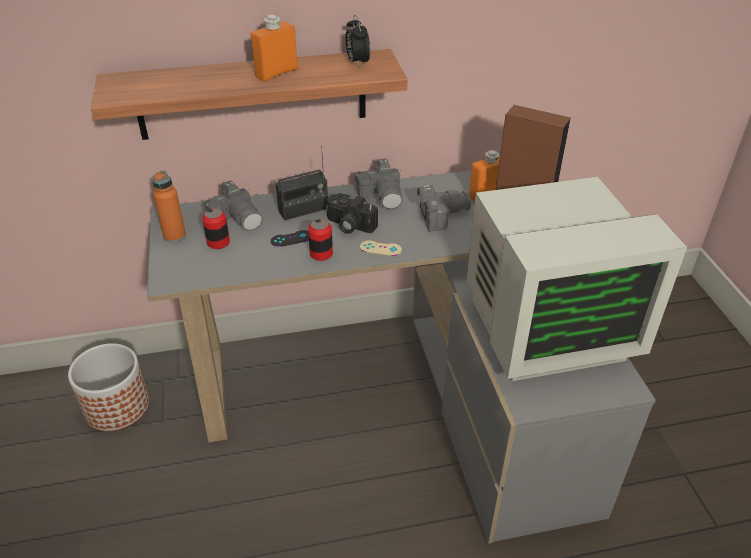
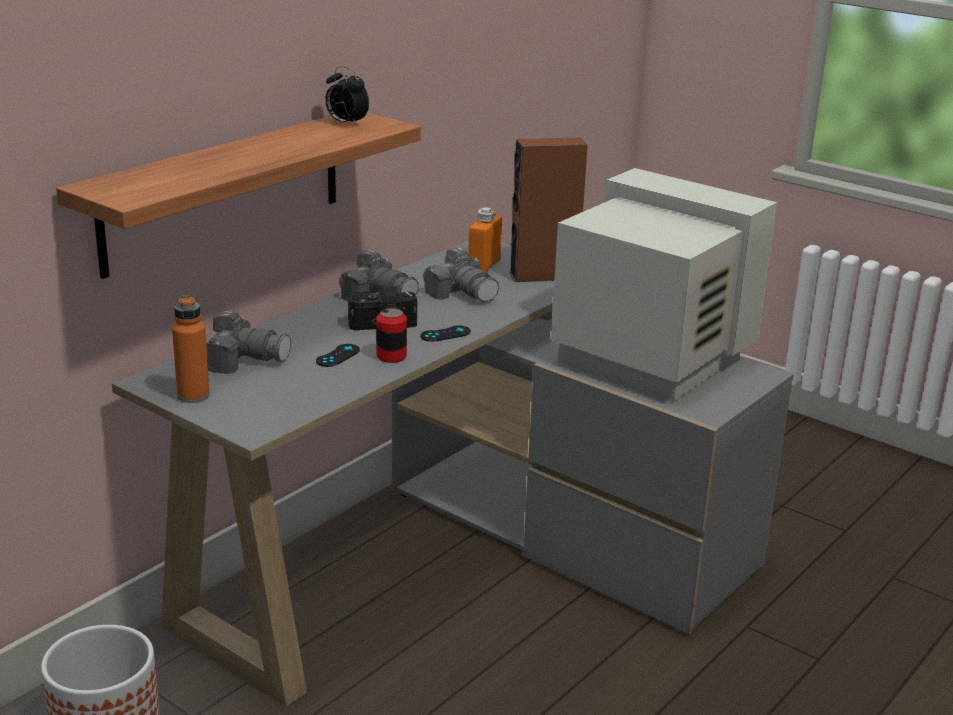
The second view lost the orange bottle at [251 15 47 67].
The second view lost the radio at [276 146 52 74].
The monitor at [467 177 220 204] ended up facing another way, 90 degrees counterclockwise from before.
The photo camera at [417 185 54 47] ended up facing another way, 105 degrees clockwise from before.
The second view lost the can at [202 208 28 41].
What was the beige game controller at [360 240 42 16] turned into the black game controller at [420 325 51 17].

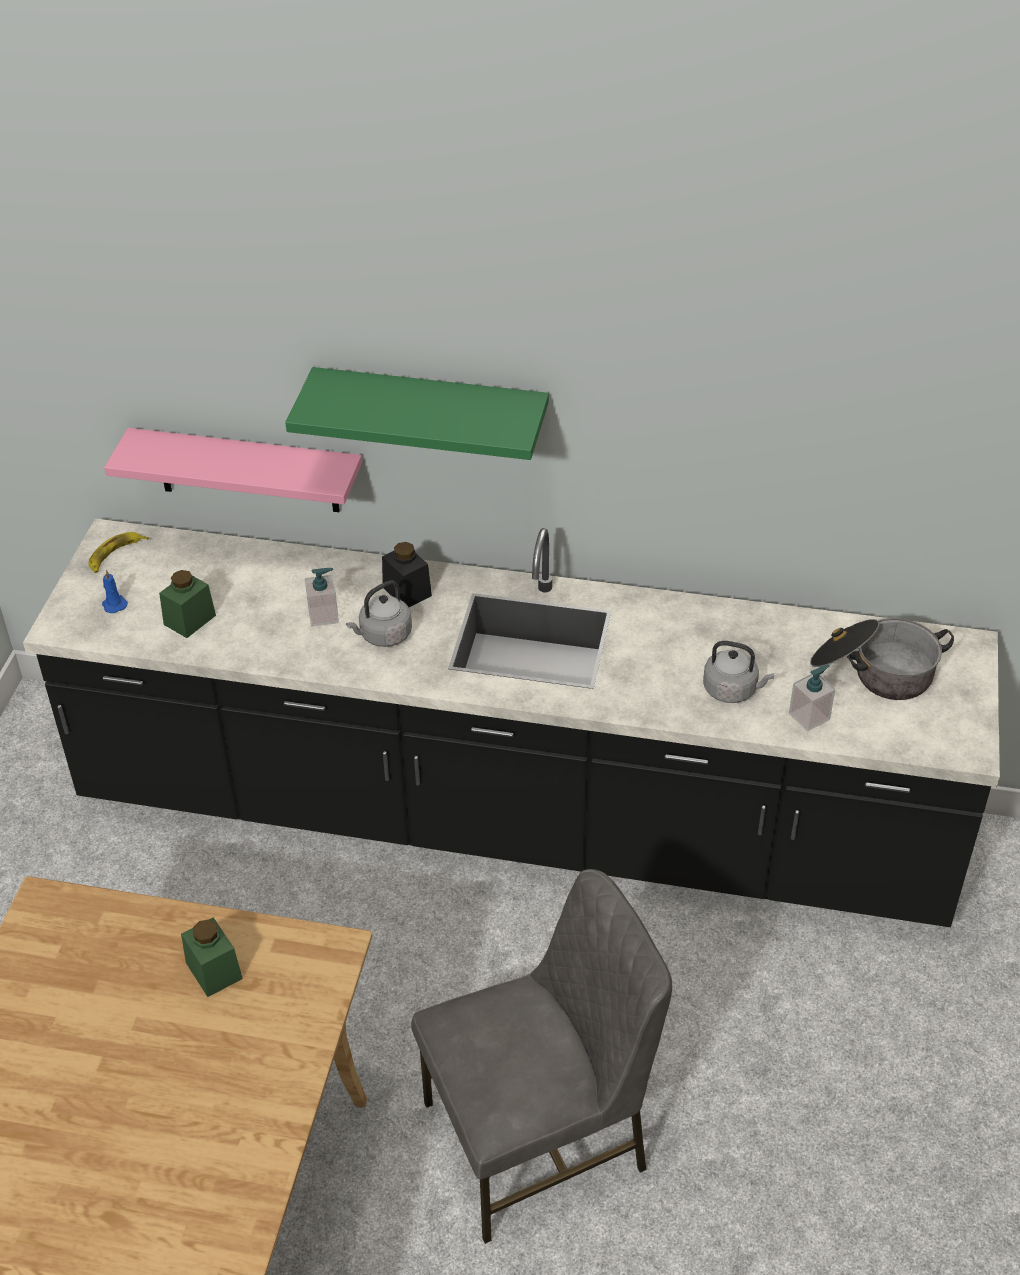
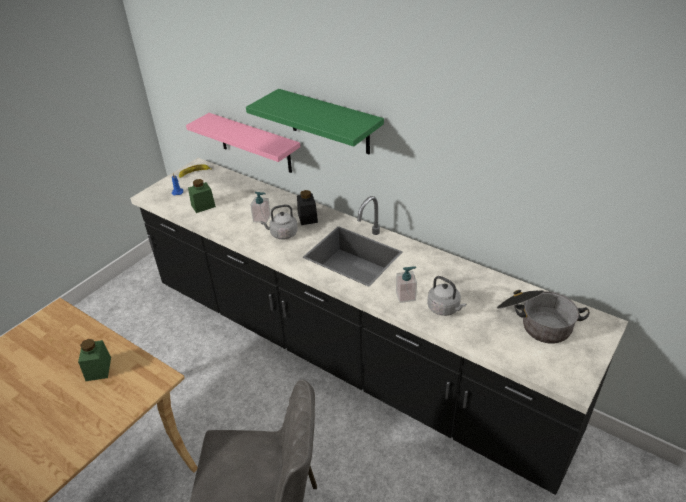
The soap dispenser ended up elsewhere, having gone from [789 664 46 67] to [396 267 21 36].

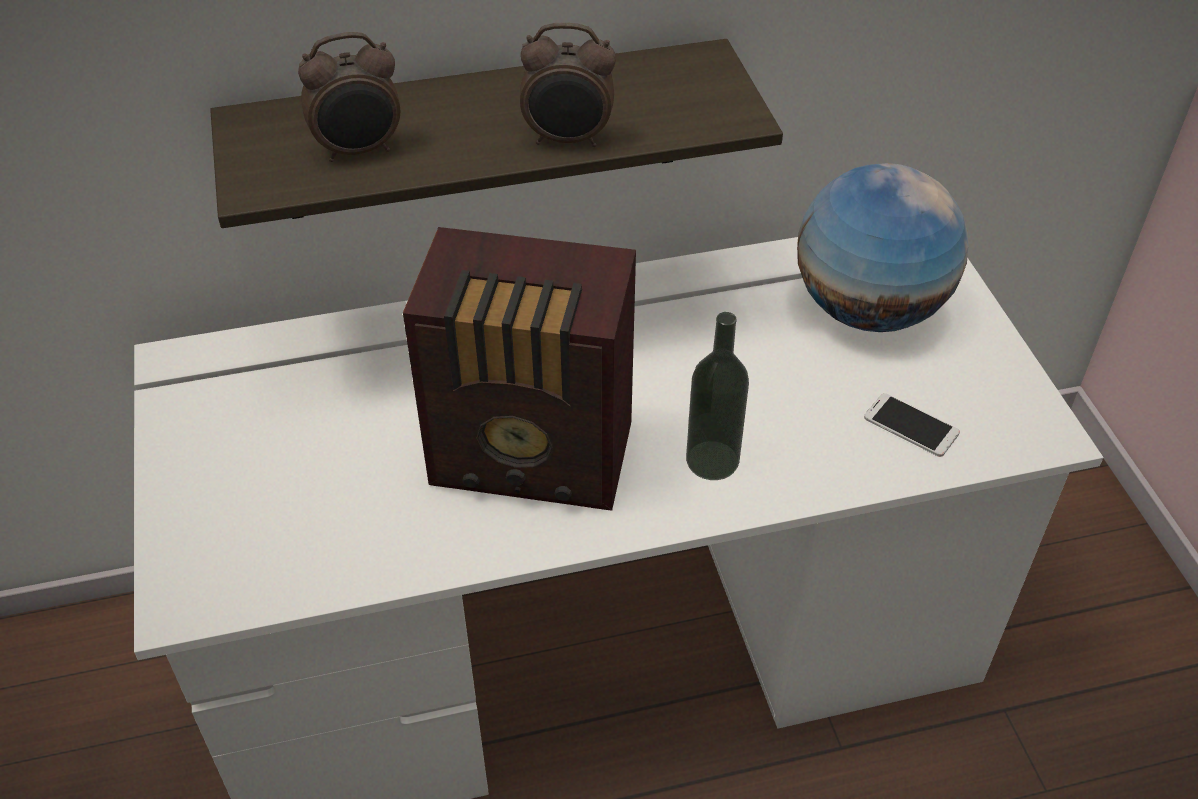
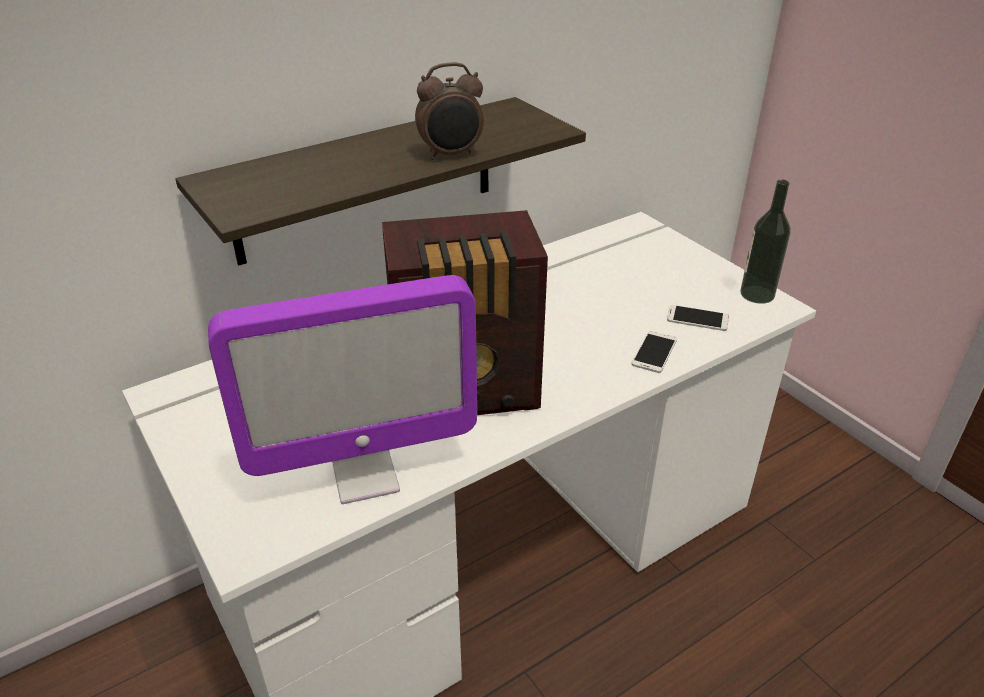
The second view lost the alarm clock at [298 32 102 130].
The second view lost the globe at [797 163 171 169].
The bottle ended up elsewhere, having gone from [686 312 63 168] to [741 180 49 124].
The second view gained the monitor at [208 275 269 229].
The second view gained the phone at [632 331 45 42].

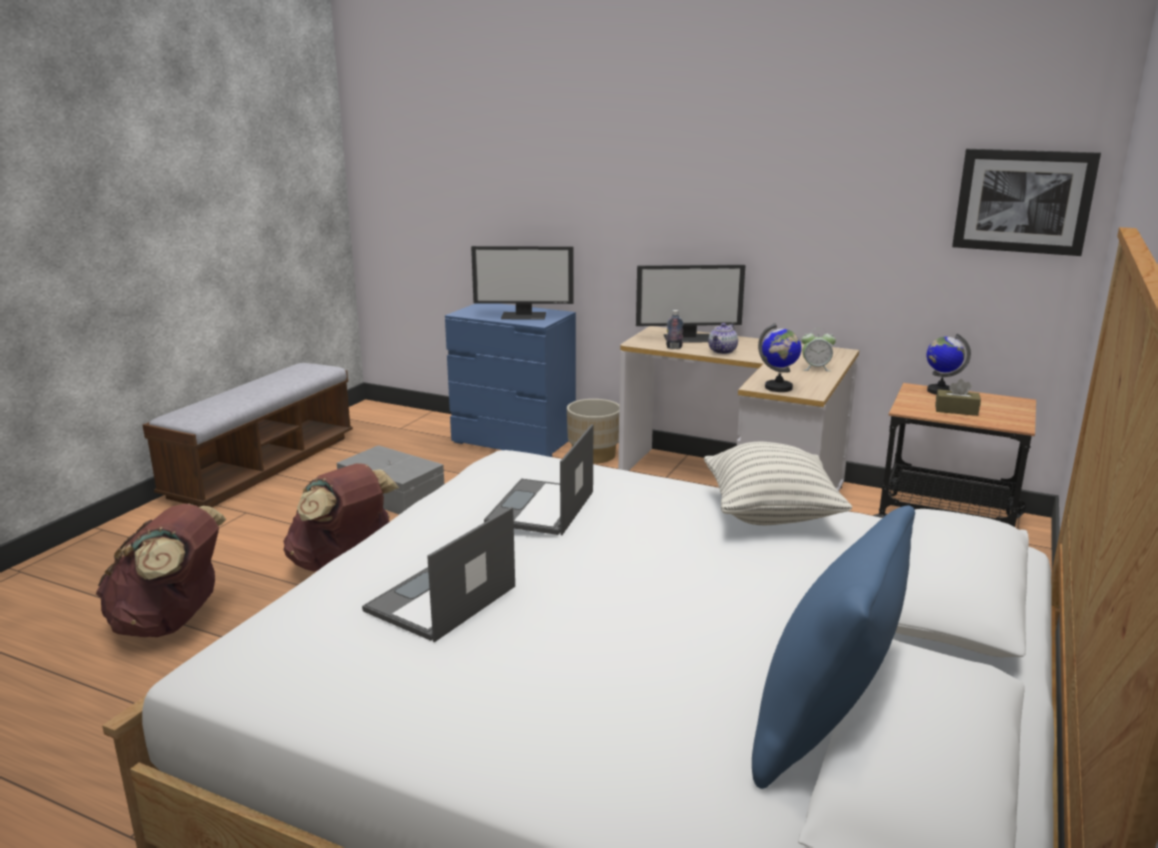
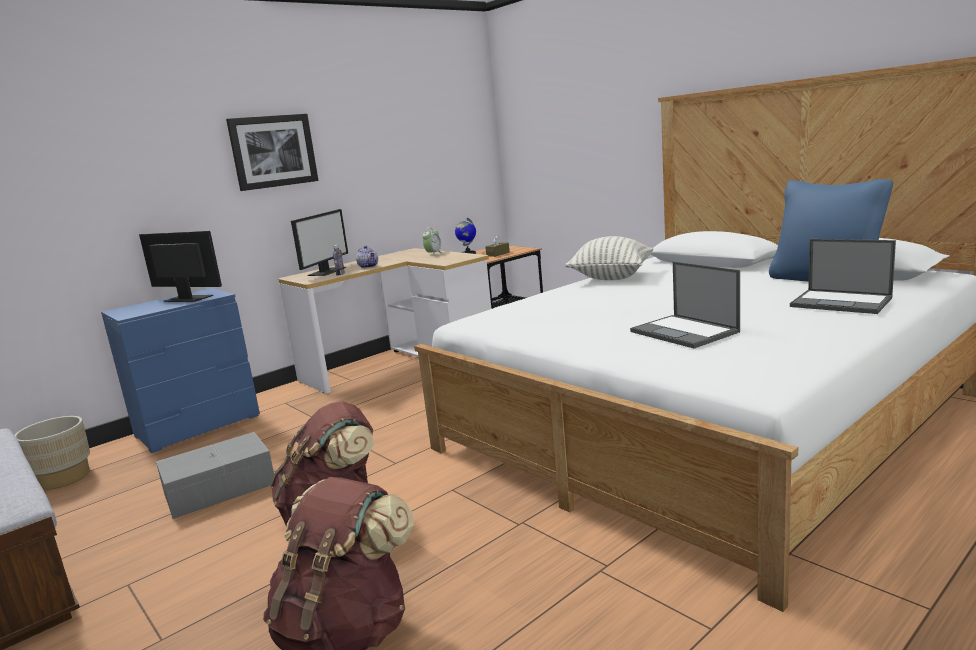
The picture ended up elsewhere, having gone from [952 149 149 107] to [226 114 92 77].
The monitor at [471 246 103 74] ended up facing another way, 90 degrees counterclockwise from before.
The second view lost the globe at [758 323 44 69].
The beige planter ended up elsewhere, having gone from [567 399 52 65] to [14 416 76 74].
The laptop ended up elsewhere, having gone from [484 424 109 111] to [790 239 106 75].

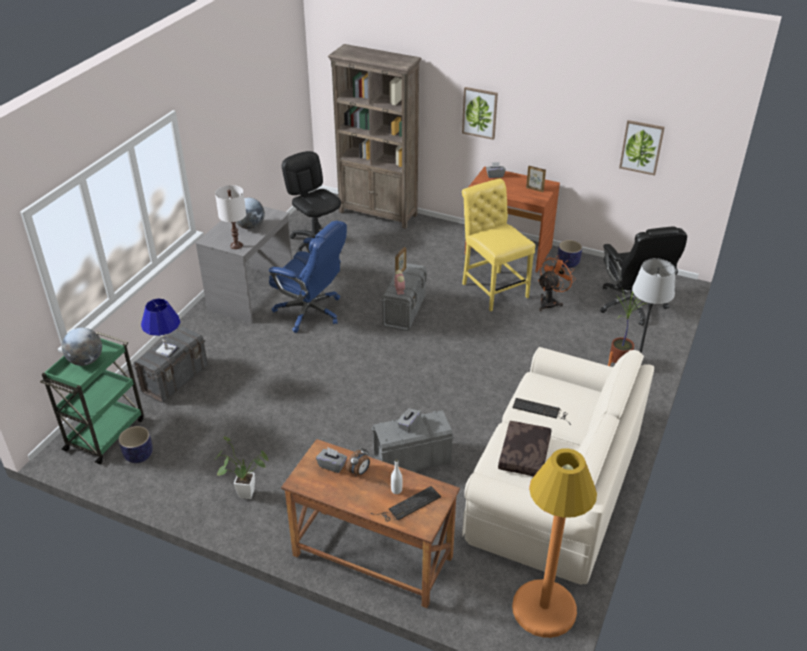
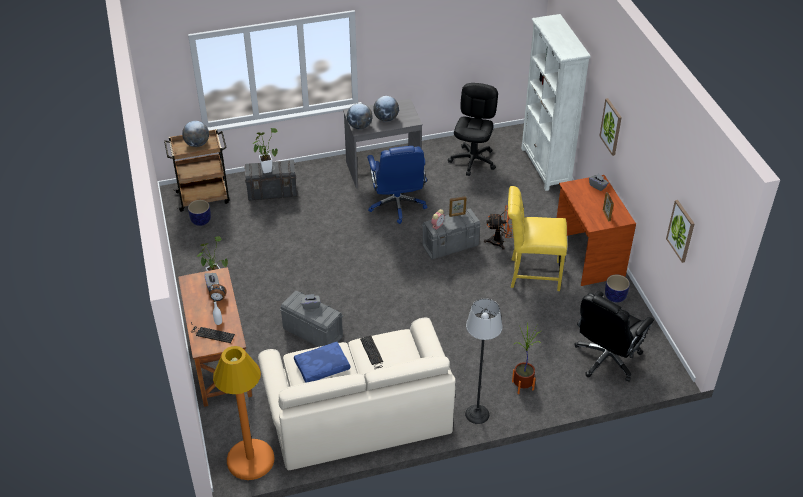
What was the brown bookcase at [328 44 94 185] turned into the white bookcase at [521 14 70 177].
The yellow chair at [462 178 73 133] ended up facing another way, 105 degrees counterclockwise from before.
Where the white table lamp stood at [215 185 31 64], the globe came to stand at [347 103 26 26].
The orange fan ended up elsewhere, having gone from [538 255 38 56] to [484 205 30 45].
Where the blue table lamp stood at [141 298 39 59], the potted plant came to stand at [252 128 26 45].
What was the green cart at [40 332 104 132] turned into the brown cart at [164 129 66 83].
What was the brown pillow at [498 421 54 55] turned into the blue pillow at [294 342 56 41].

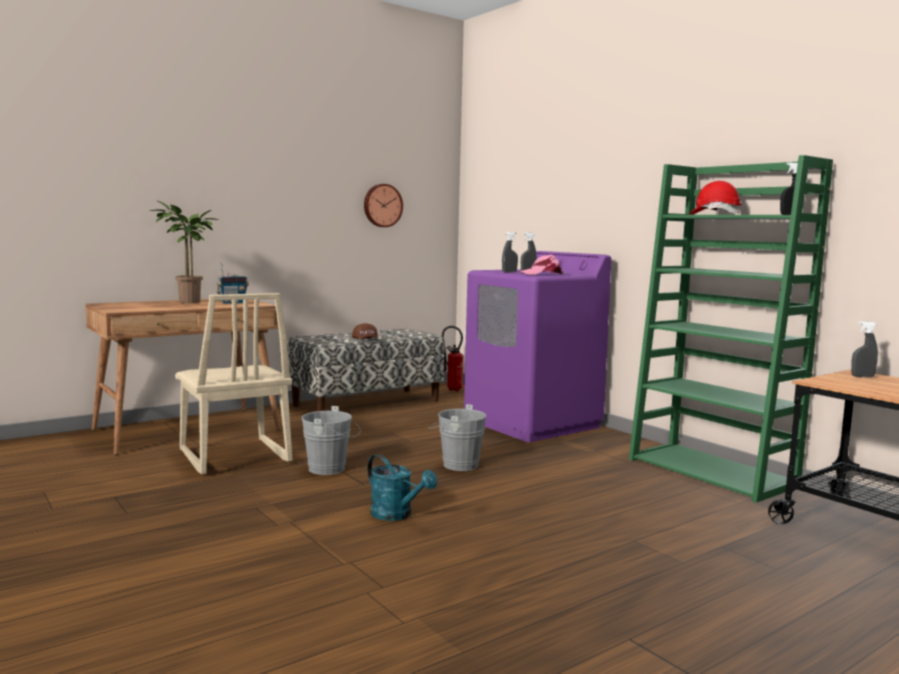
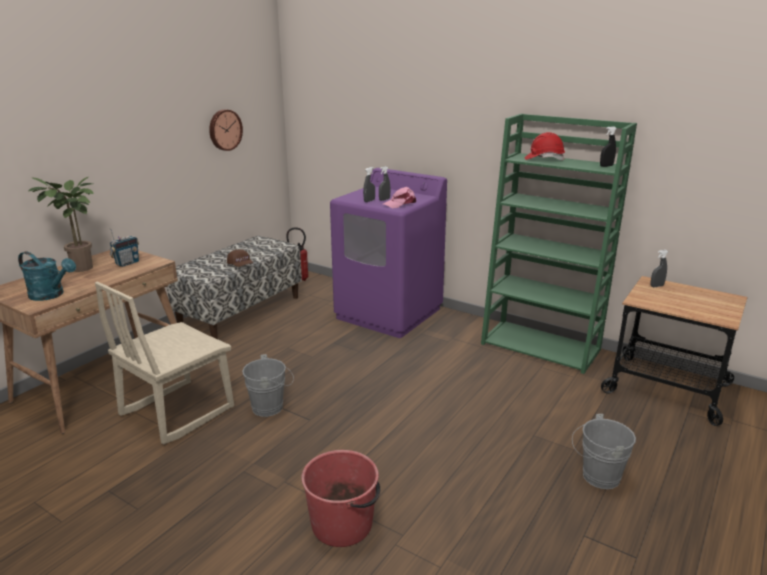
The beige chair at [175 293 117 182] ended up facing another way, 90 degrees clockwise from before.
The grey bucket ended up elsewhere, having gone from [429 404 58 67] to [572 414 64 75].
The turquoise watering can ended up elsewhere, having gone from [367 454 70 67] to [18 251 58 50].
The second view gained the red bucket at [301 450 79 97].

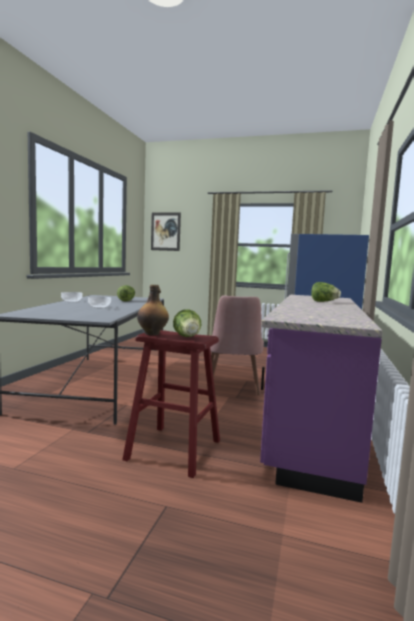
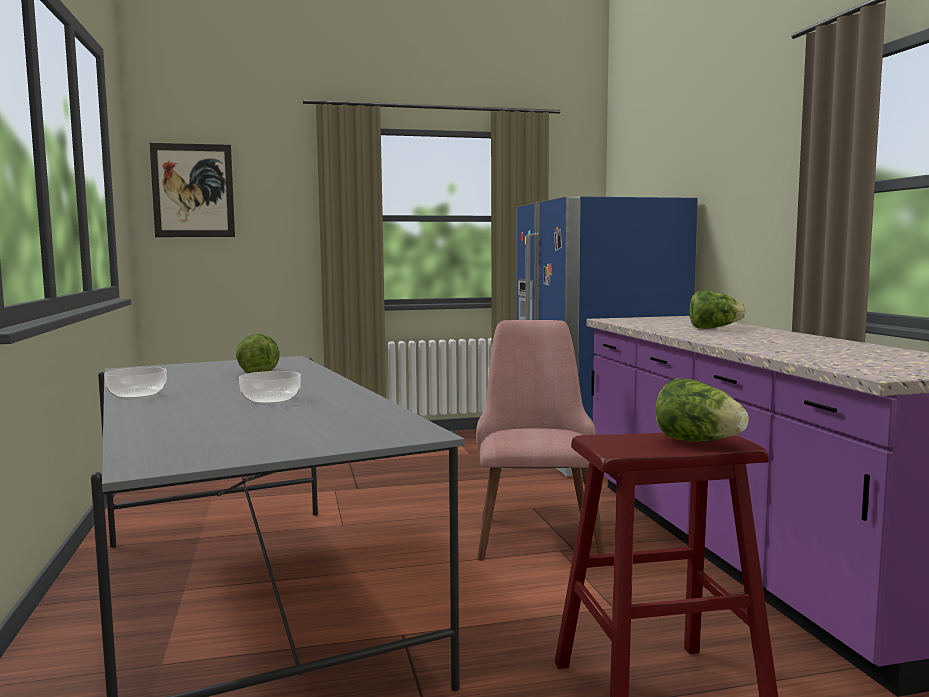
The second view lost the bottle at [137 285 32 50].
The pink chair at [207 295 57 100] ended up facing another way, 150 degrees counterclockwise from before.

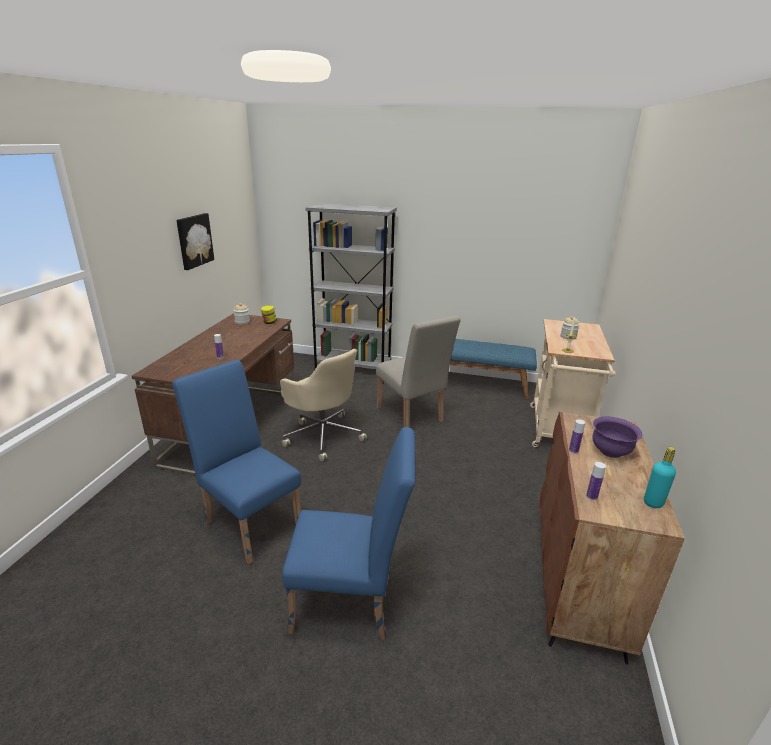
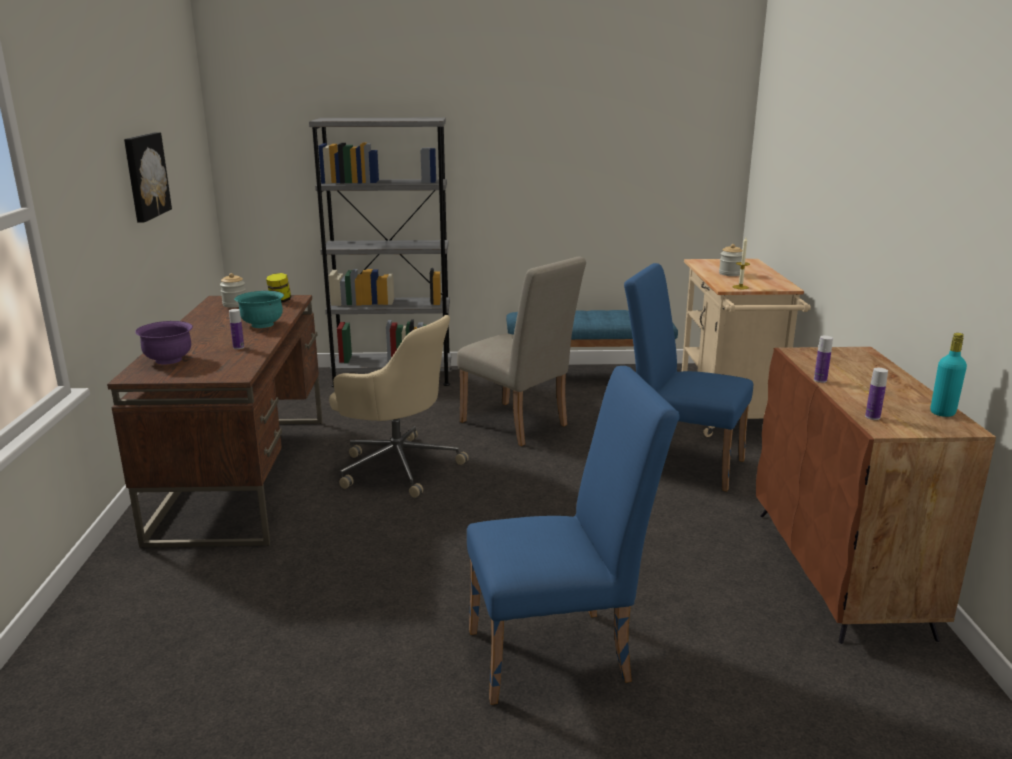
The blue chair ended up elsewhere, having gone from [172 360 129 205] to [624 263 129 229].
The purple bowl ended up elsewhere, having gone from [592 416 50 42] to [135 321 58 44].
The second view gained the turquoise bowl at [234 291 50 37].

